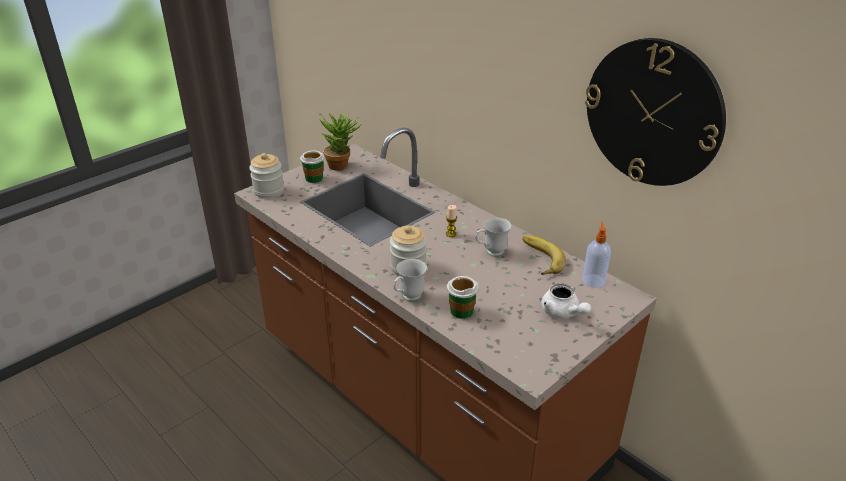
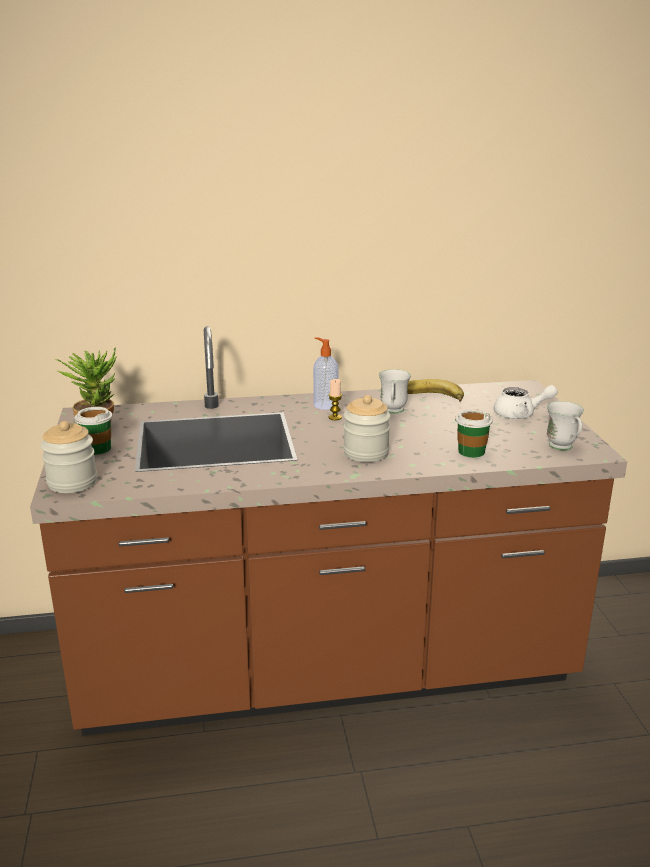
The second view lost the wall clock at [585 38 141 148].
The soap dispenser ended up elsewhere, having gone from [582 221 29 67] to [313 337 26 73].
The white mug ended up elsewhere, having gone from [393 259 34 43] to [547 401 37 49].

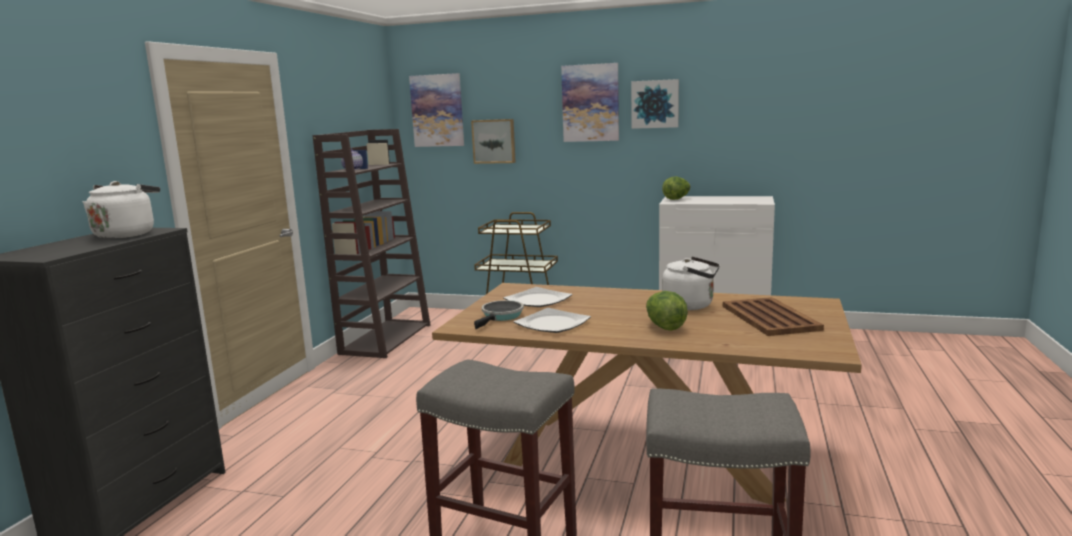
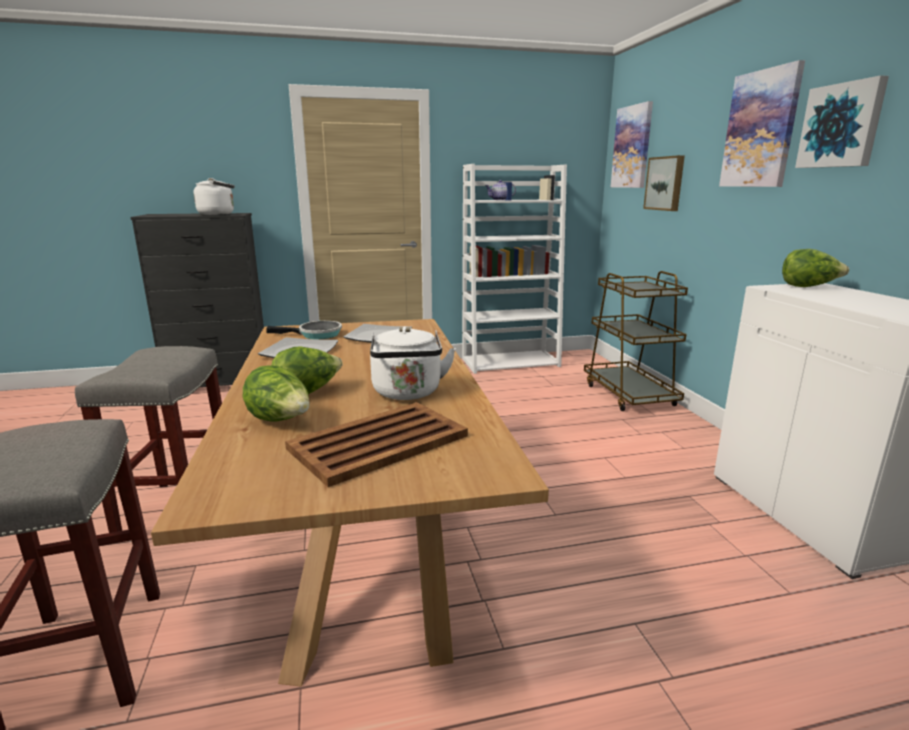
What was the brown bookcase at [312 129 119 229] turned into the white bookcase at [462 164 105 210].
The second view gained the lettuce at [243 365 67 57].

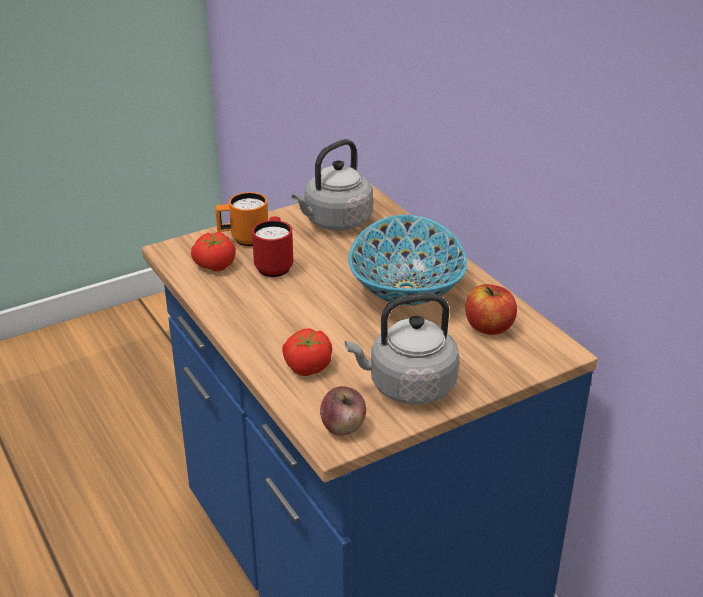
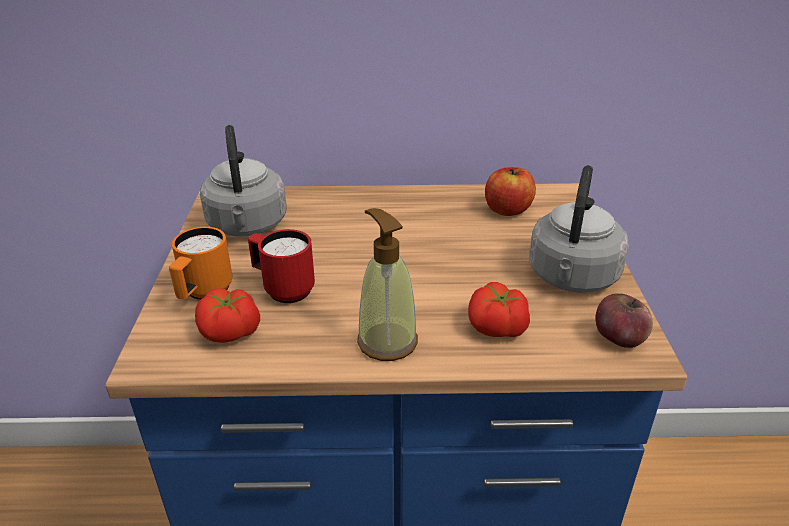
The second view lost the bowl at [349 215 118 91].
The second view gained the soap dispenser at [357 208 61 153].

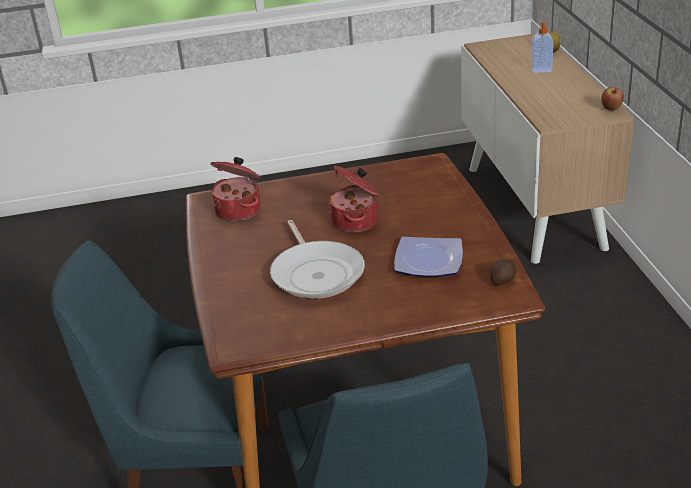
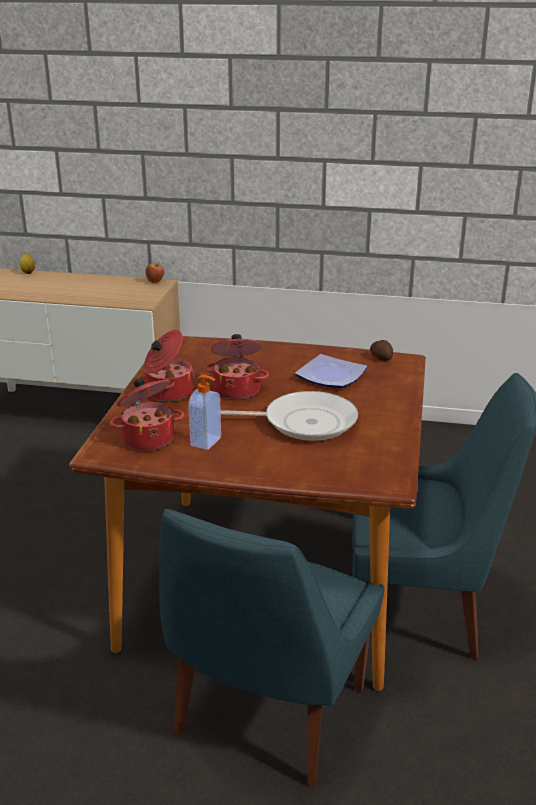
The soap dispenser ended up elsewhere, having gone from [531 22 23 51] to [188 375 33 75].
The second view gained the cooking pot at [144 330 51 72].

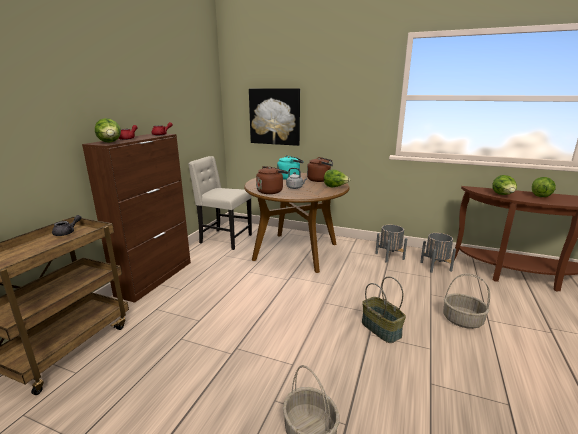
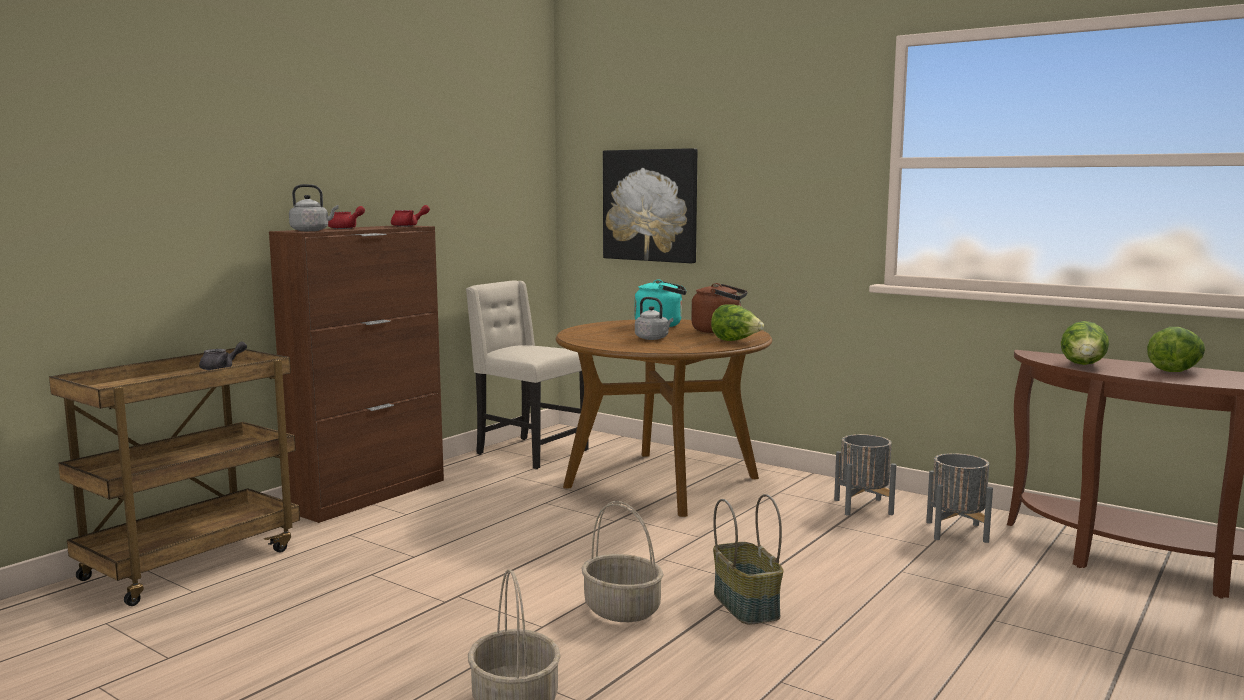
Where the lettuce stood at [95 118 26 25], the grey kettle came to stand at [289 184 50 47].
The second view lost the brown kettle at [256 166 32 28].
The basket ended up elsewhere, having gone from [443 274 47 55] to [581 501 83 121].

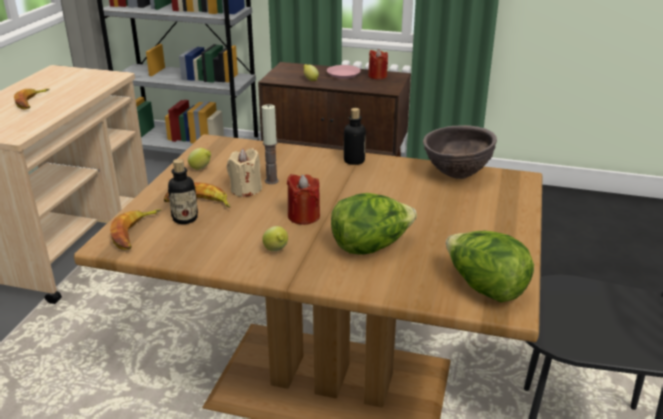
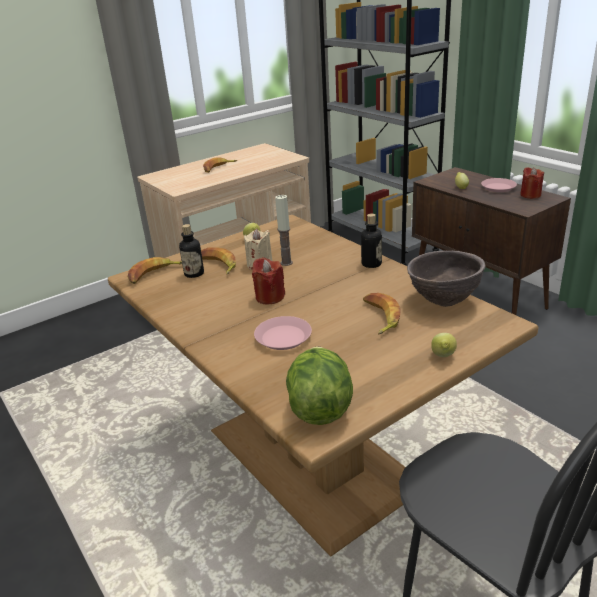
Where the lettuce stood at [331 193 86 61], the pink plate came to stand at [254 316 58 34].
The lemon ended up elsewhere, having gone from [263 226 25 25] to [431 333 26 24].
The second view gained the banana at [363 293 38 41].

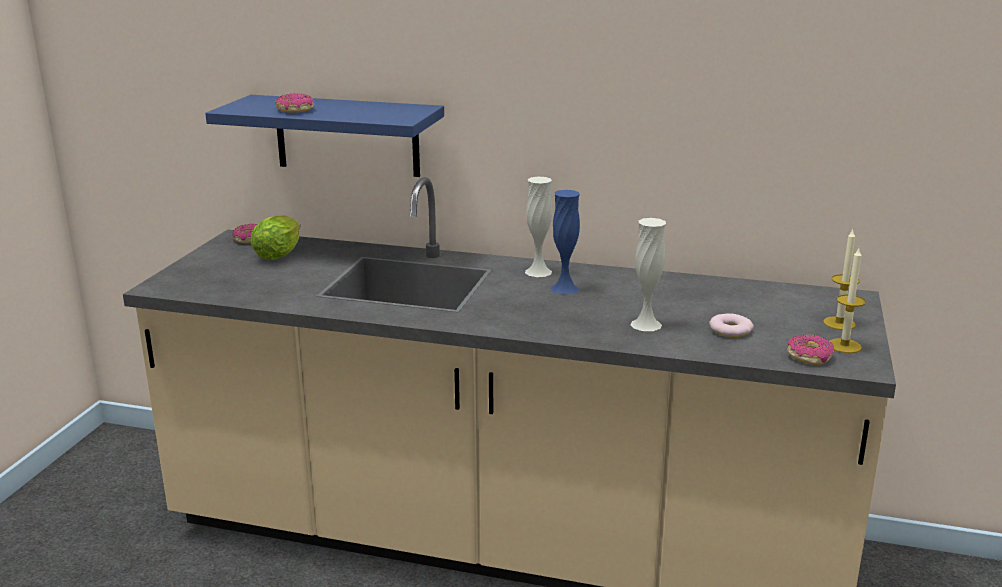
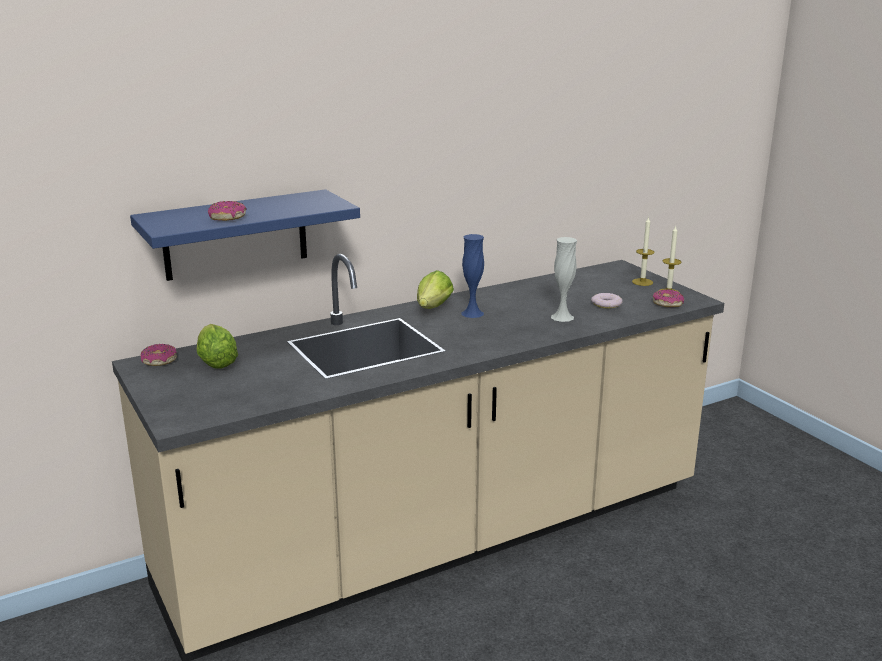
Where the white vase stood at [525 177 27 100], the lettuce came to stand at [417 270 37 39].

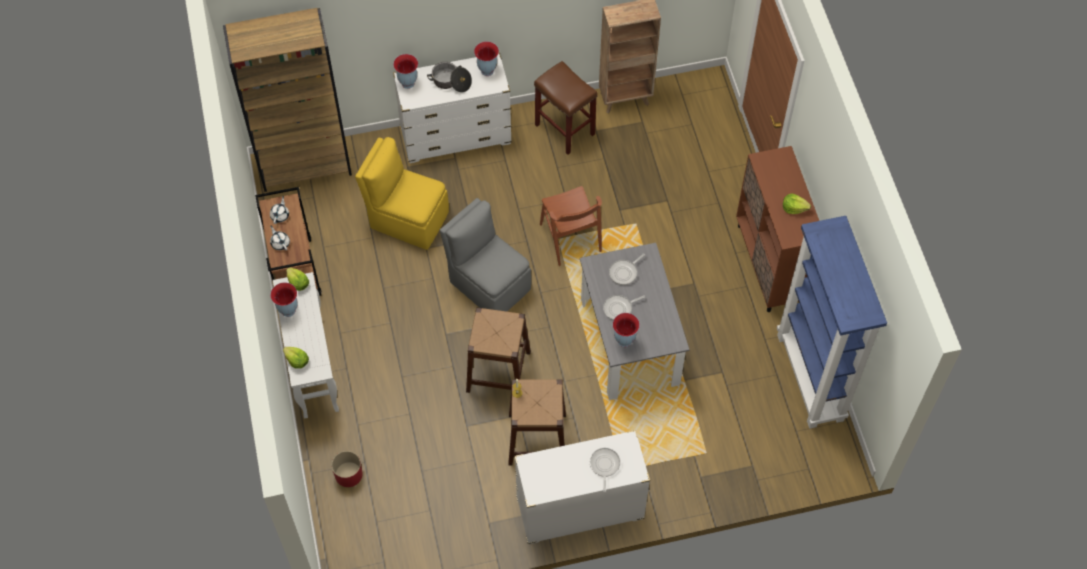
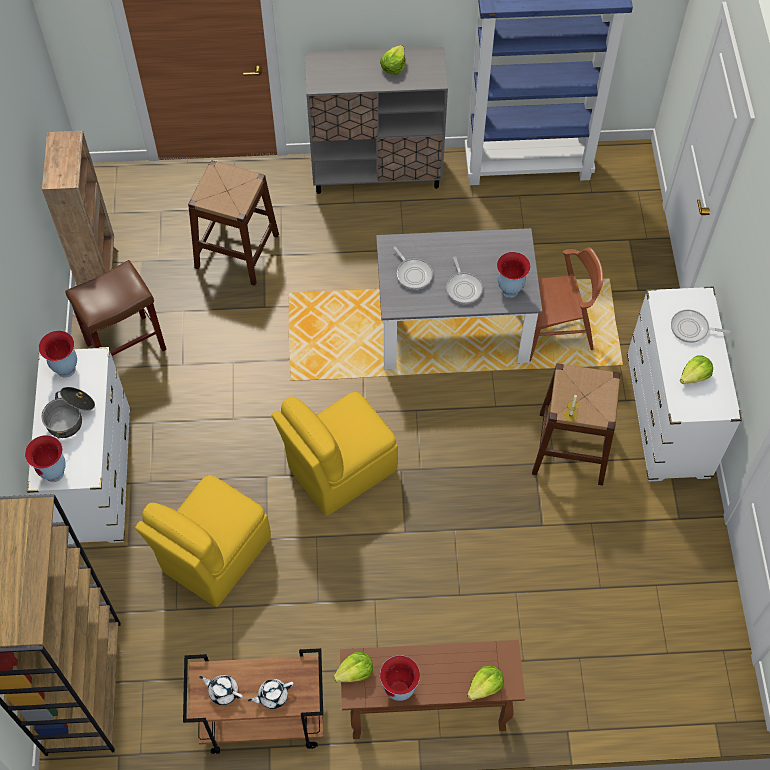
What was the brown cabinet at [736 146 83 166] turned into the grey cabinet at [305 47 143 147].
The brown chair ended up elsewhere, having gone from [540 186 62 80] to [530 247 73 114].
What was the grey chair at [440 198 92 114] turned into the yellow chair at [272 392 126 124].
What was the white console table at [273 272 66 147] turned into the brown console table at [340 640 185 99].
The brown stool ended up elsewhere, having gone from [466 308 65 85] to [188 160 91 126].
The second view lost the red planter at [331 451 32 36].
The second view gained the lettuce at [680 355 33 29].

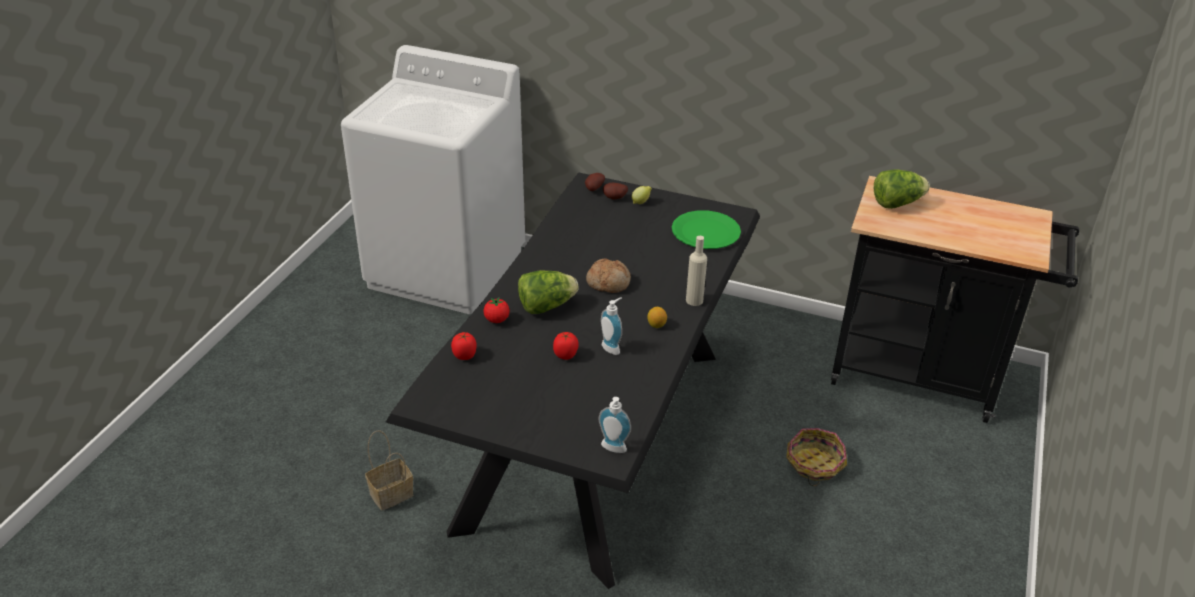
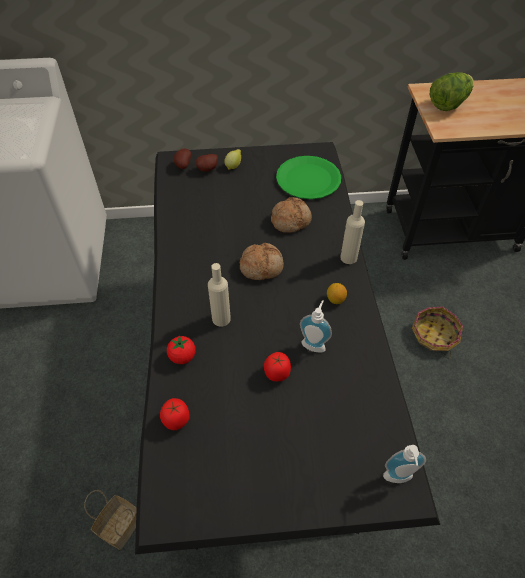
Where the lettuce stood at [518 270 61 44], the beige bottle came to stand at [208 263 23 64].
The second view gained the bread at [271 197 41 36].

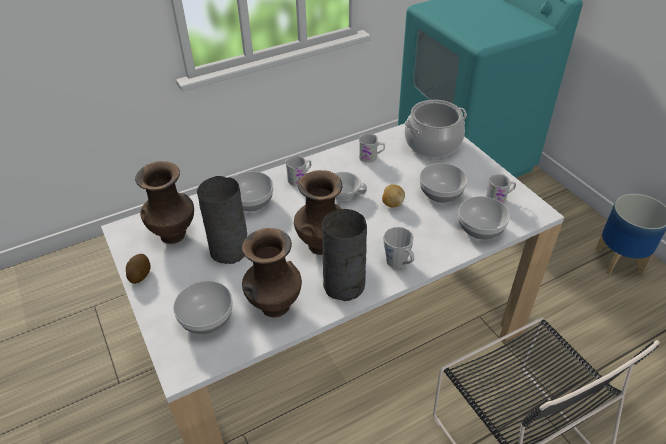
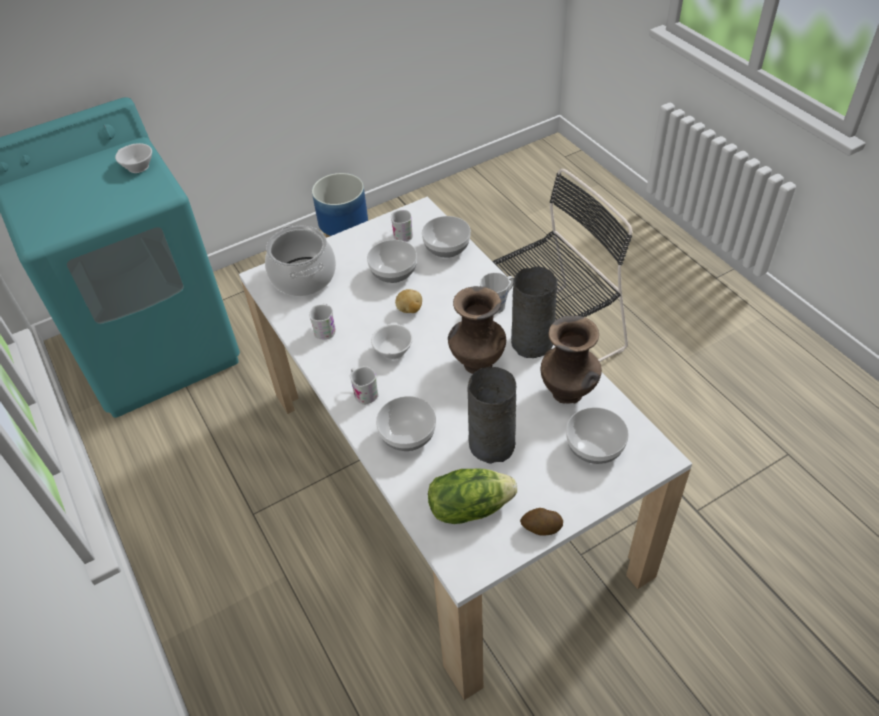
Where the brown vase stood at [135 161 59 83], the lettuce came to stand at [428 468 89 56].
The second view gained the white cup at [115 143 37 30].

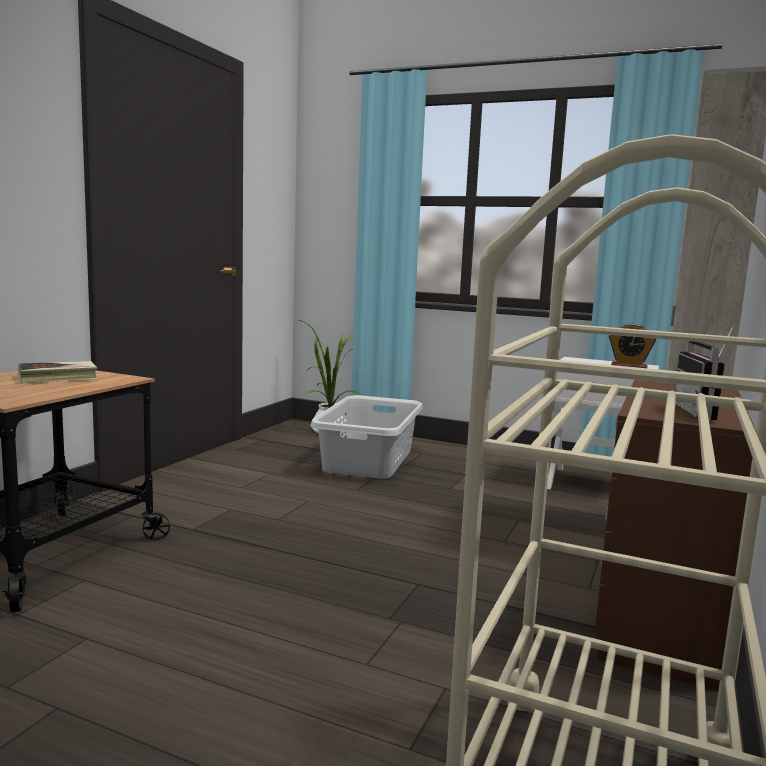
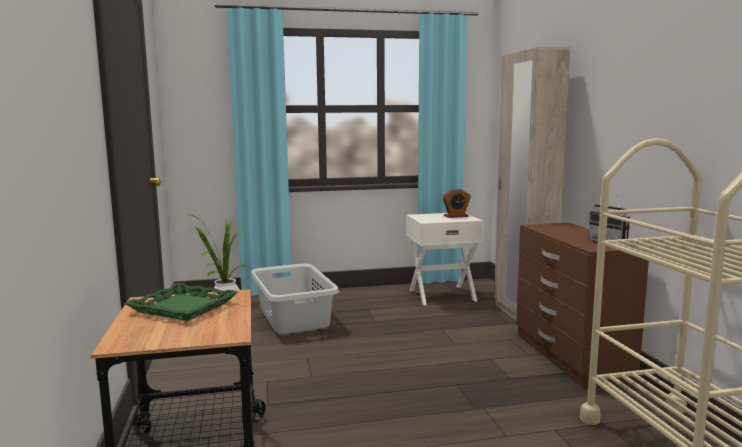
Where the book stood at [18 361 80 22], the green tray came to stand at [124 283 114 38].

